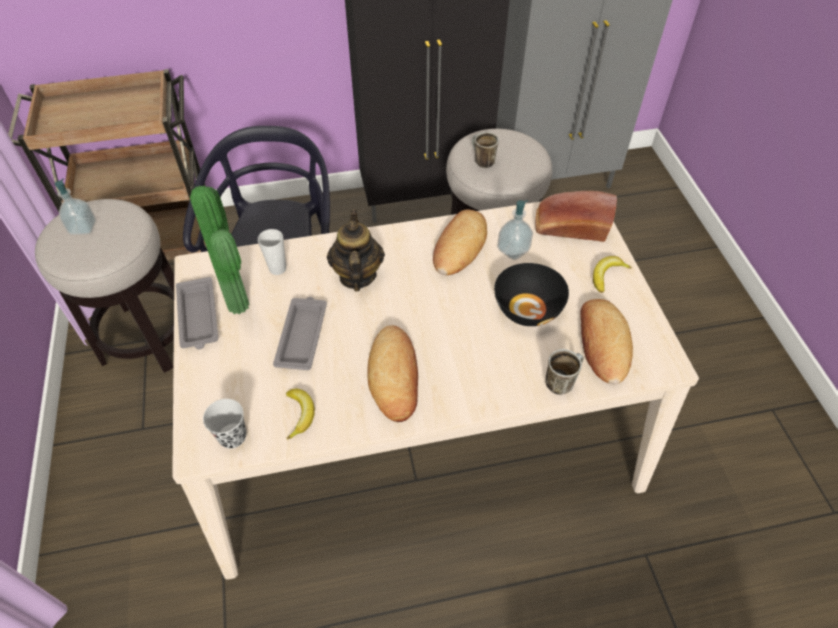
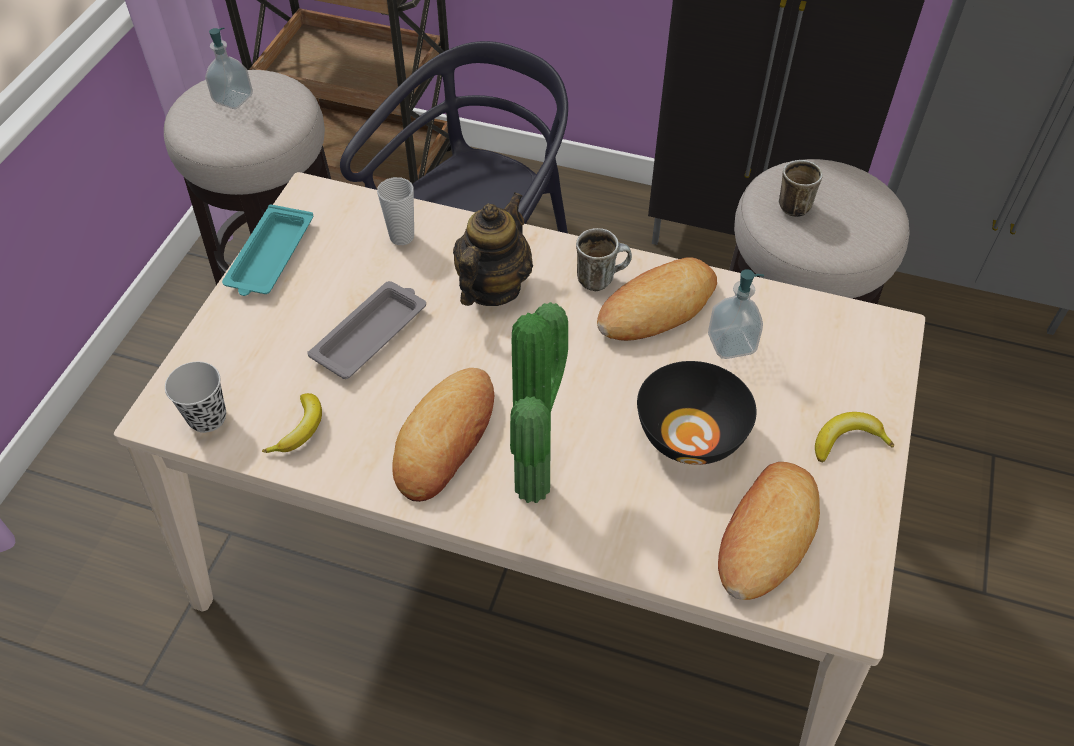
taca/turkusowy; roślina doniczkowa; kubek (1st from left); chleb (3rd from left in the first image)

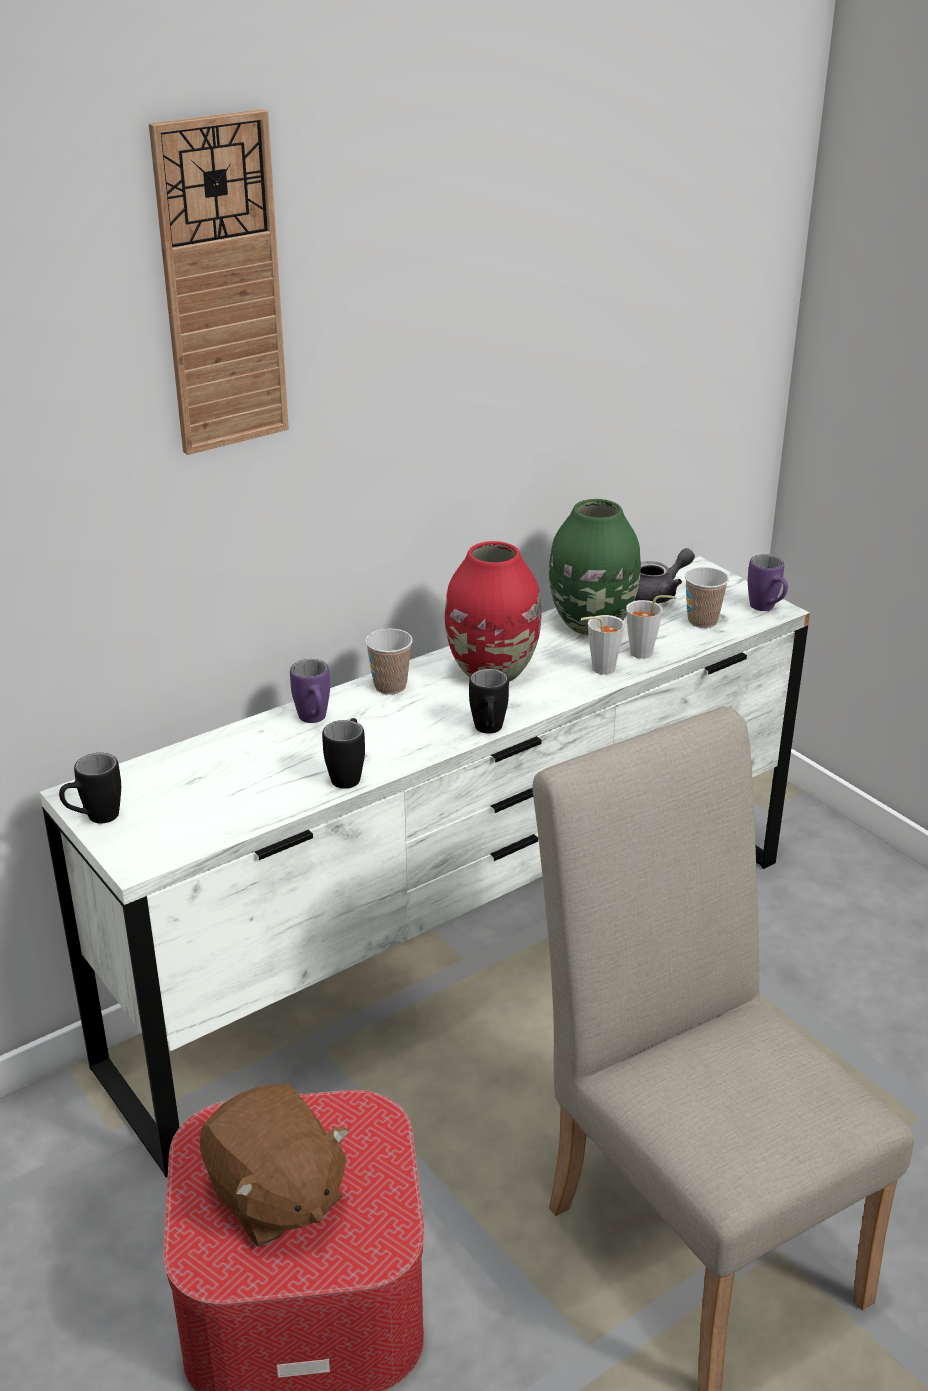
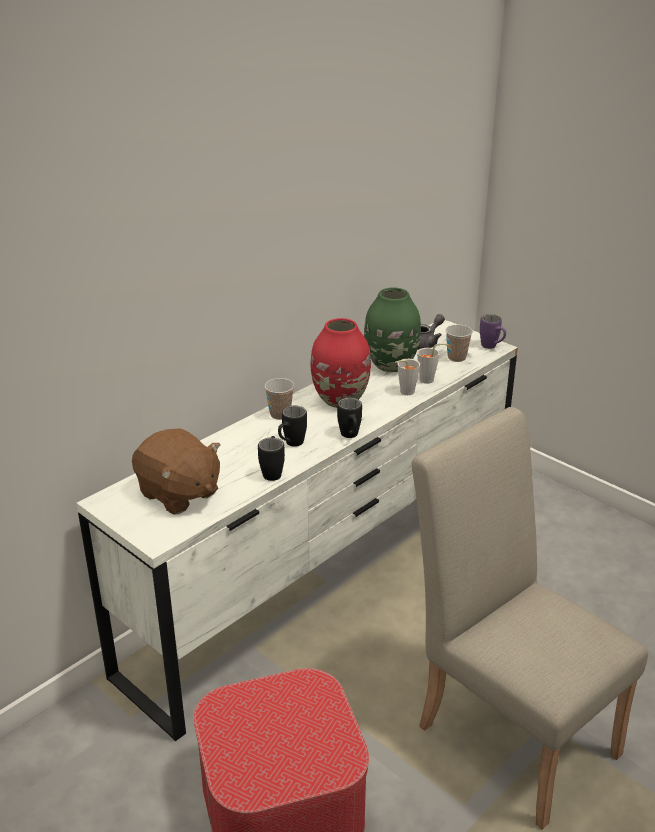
pluszak/brązowy; kubek/czarny (2nd from left); zegar ścienny; kubek/fioletowy (1st from left in the first image)

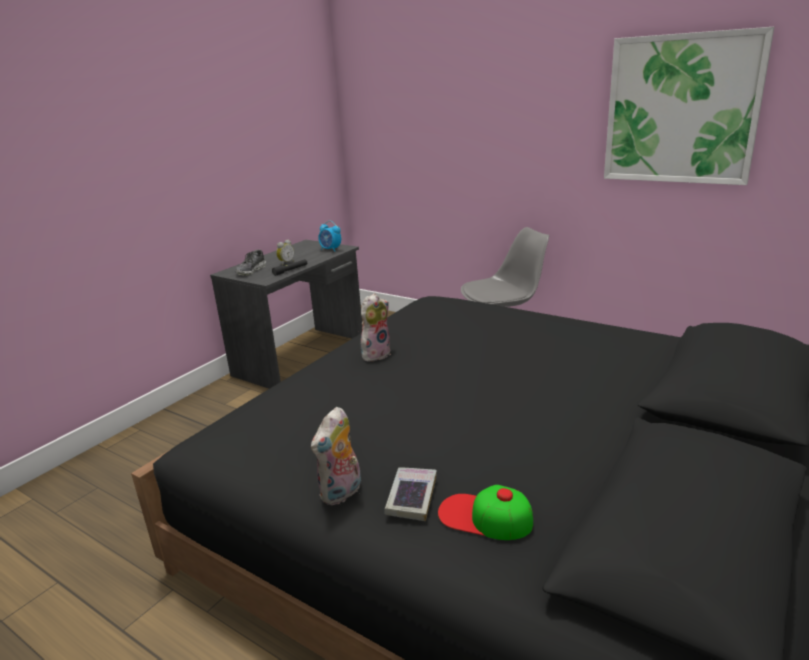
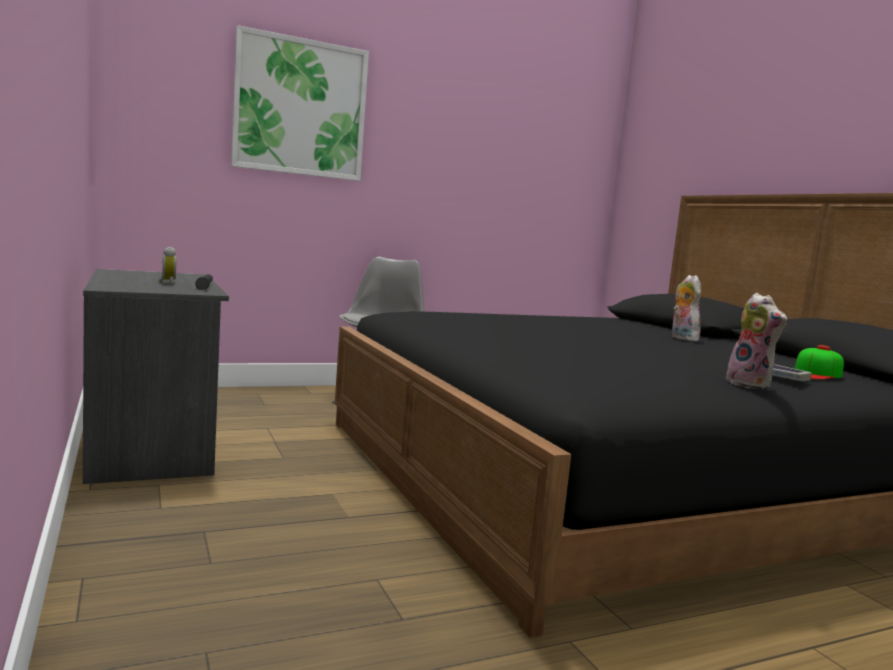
obraz; pluszak (1st from left); but; budzik (2nd from left in the first image)

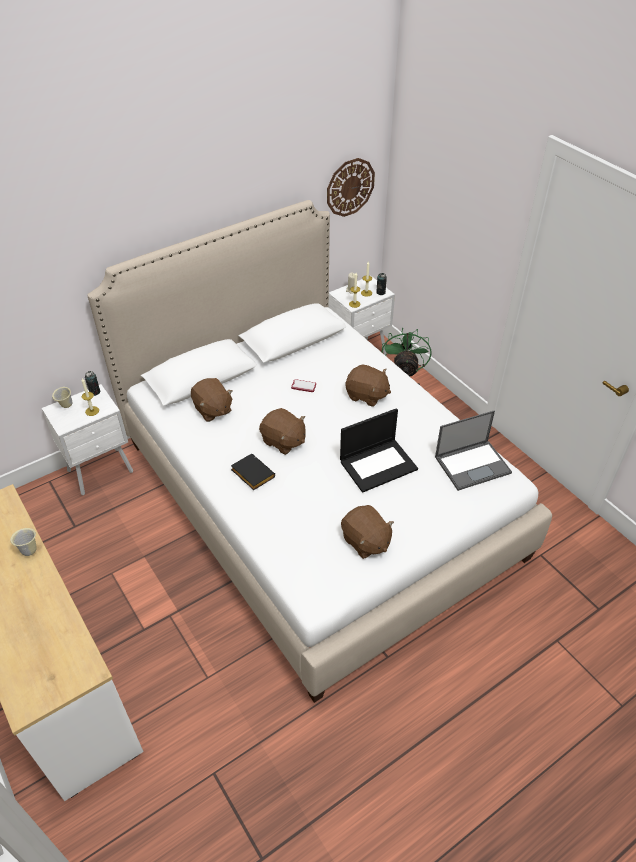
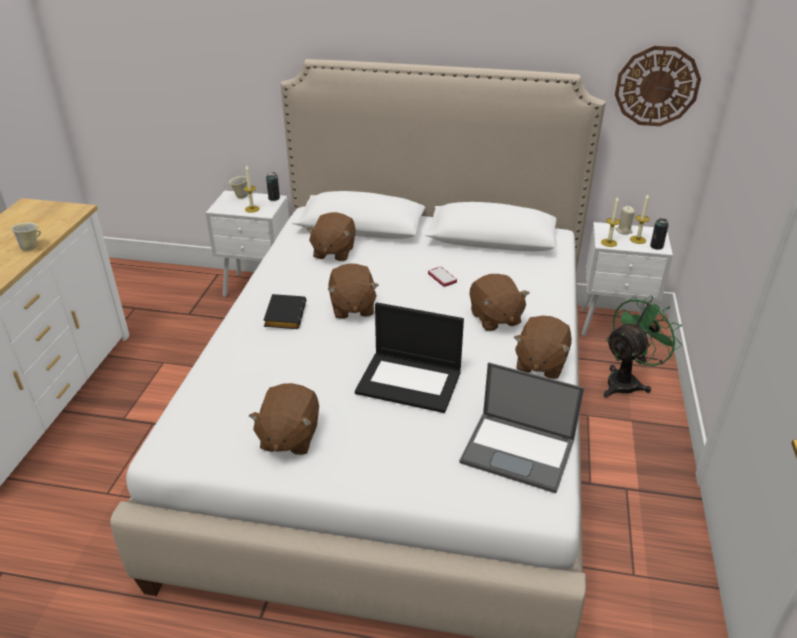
pluszak/brązowy (5th from left)

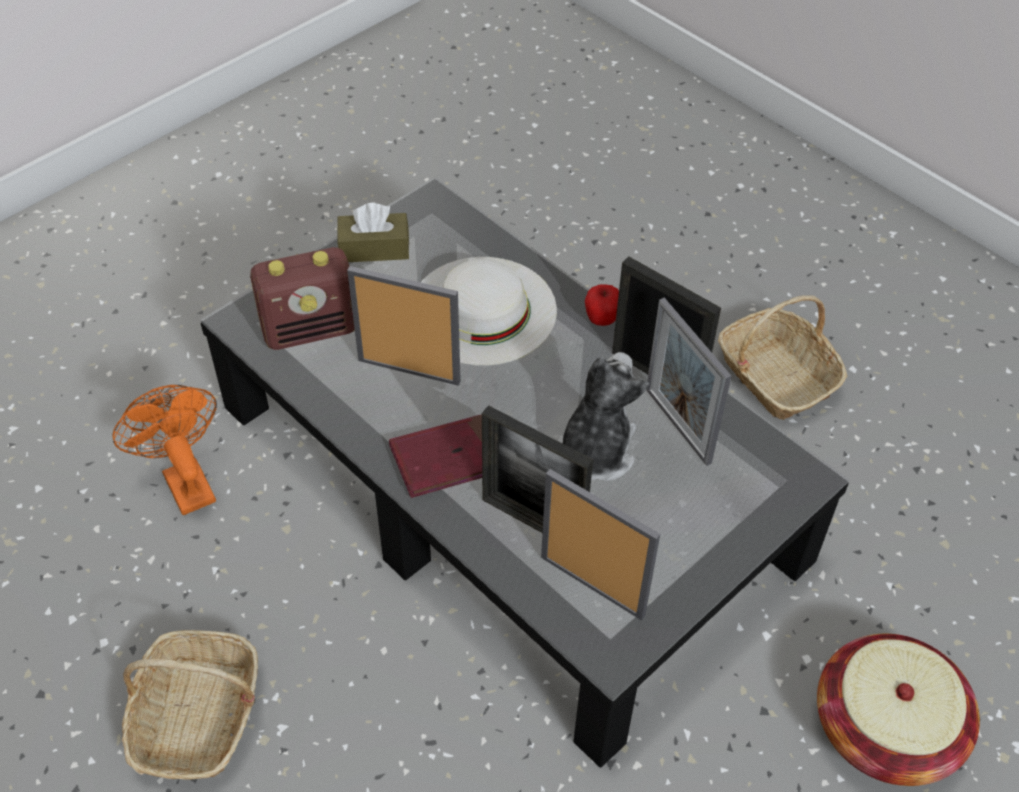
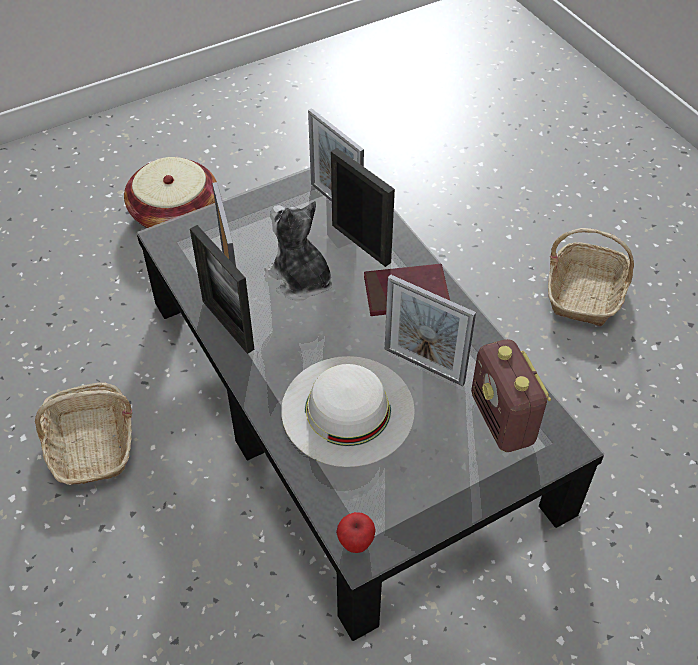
pluszak; jabłko; radio; wentylator/pomarańczowy; pudełko chusteczek/brązowy

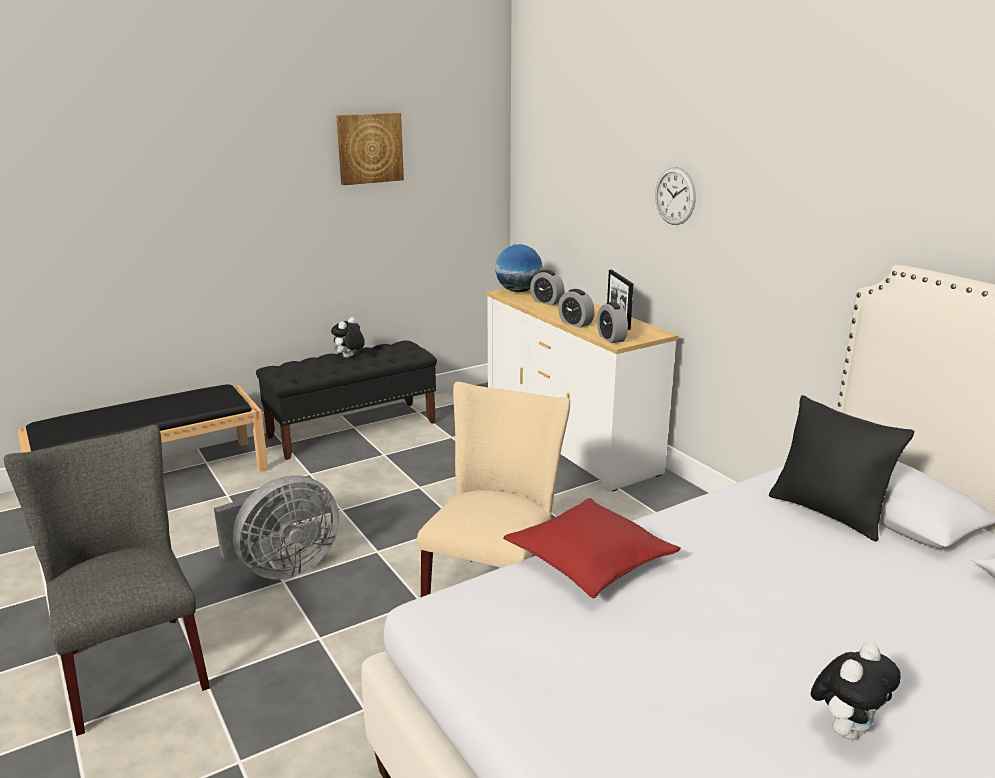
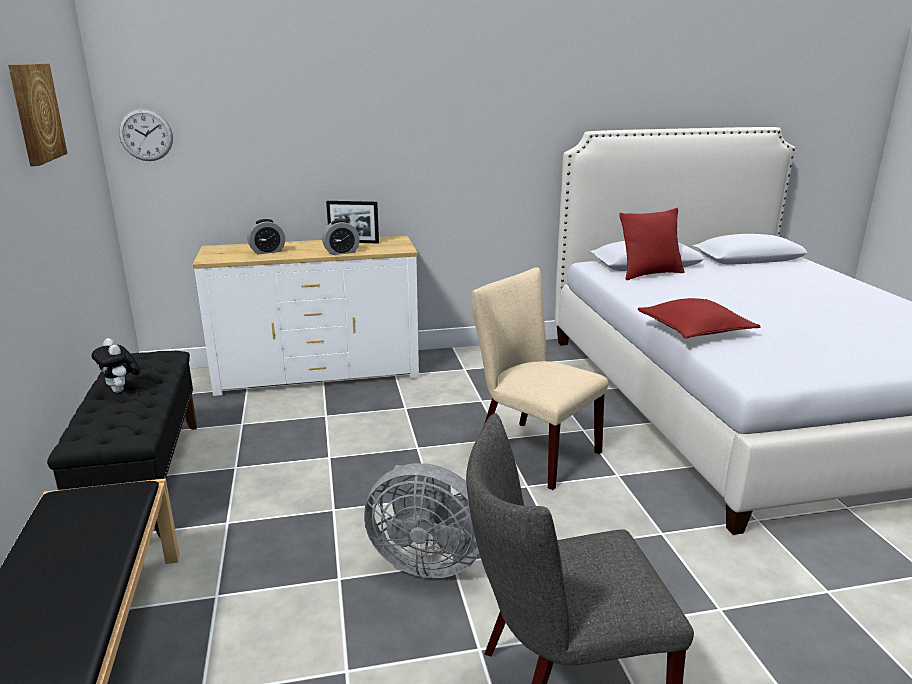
zegar ścienny; wentylator/szary; poduszka/czerwony (1st from left); globus; budzik (3rd from left in the first image); pluszak (2nd from left in the first image)

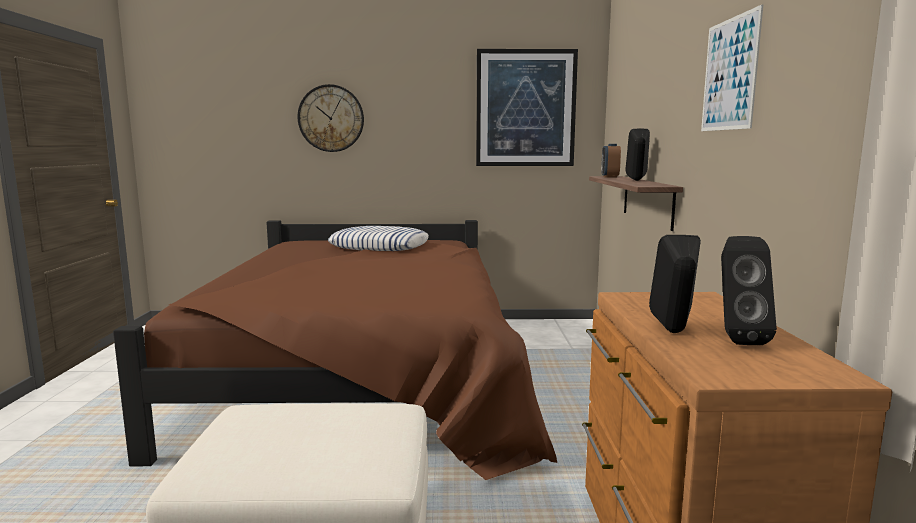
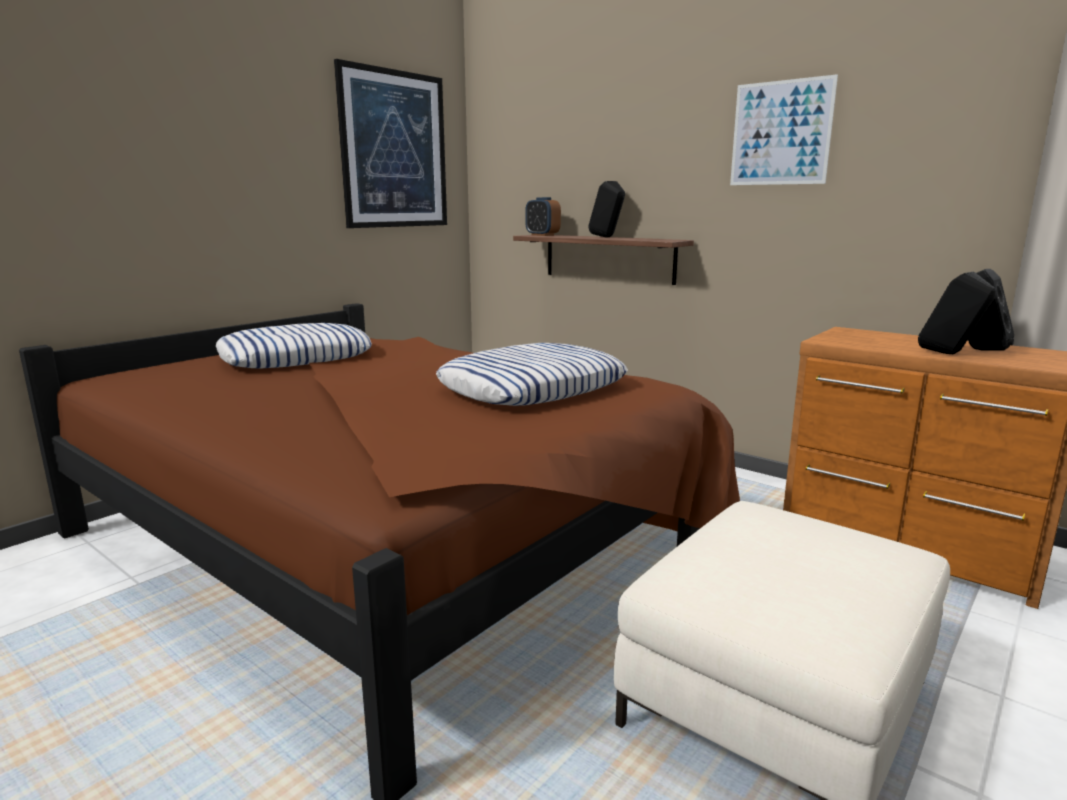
poduszka (2nd from left); zegar ścienny

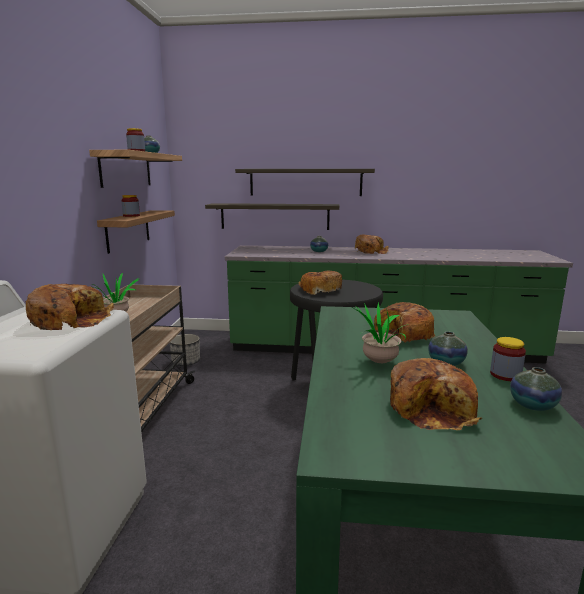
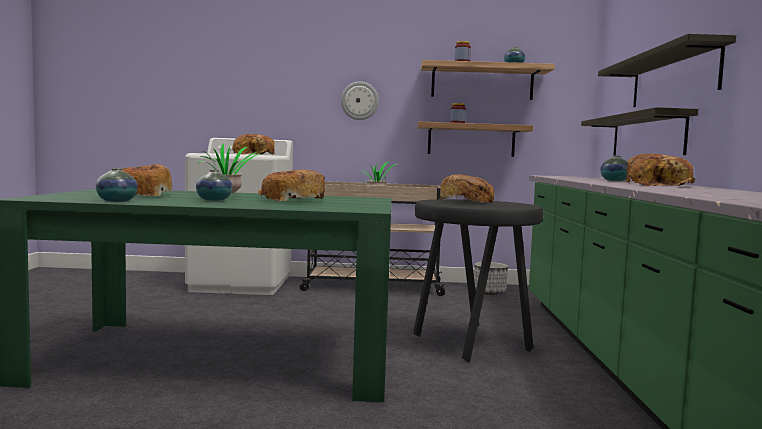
zegar ścienny; słoik (3rd from left in the first image)

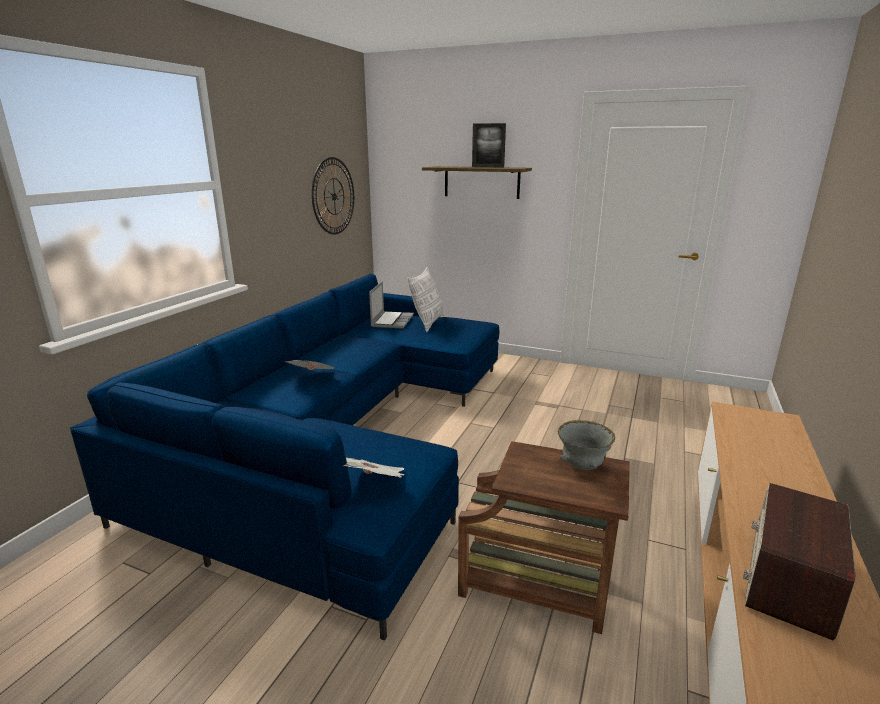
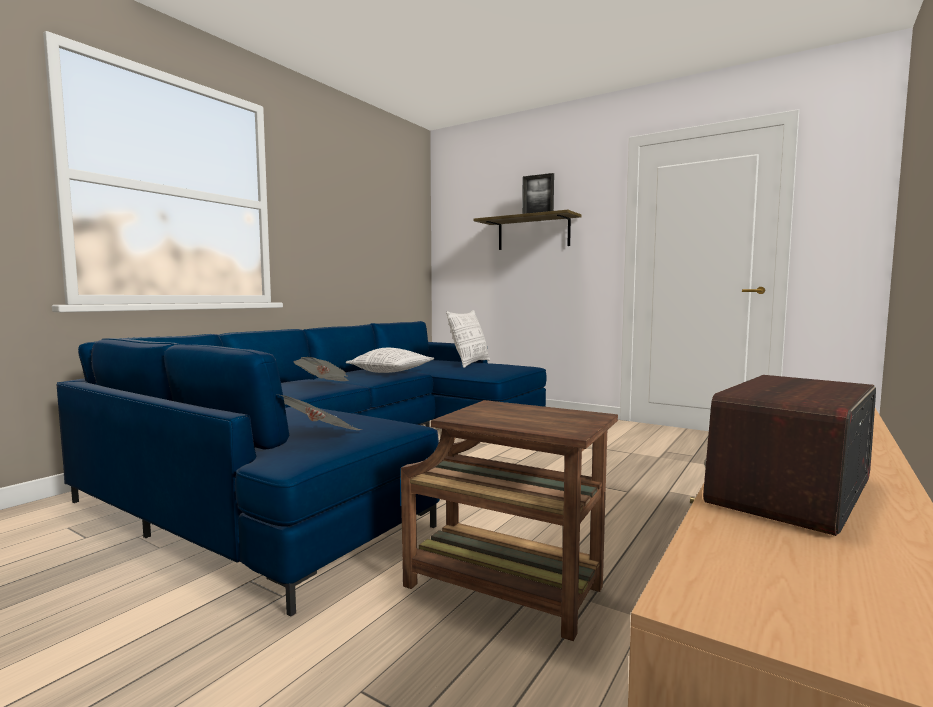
poduszka (1st from left); zegar ścienny; laptop; miska/szary

